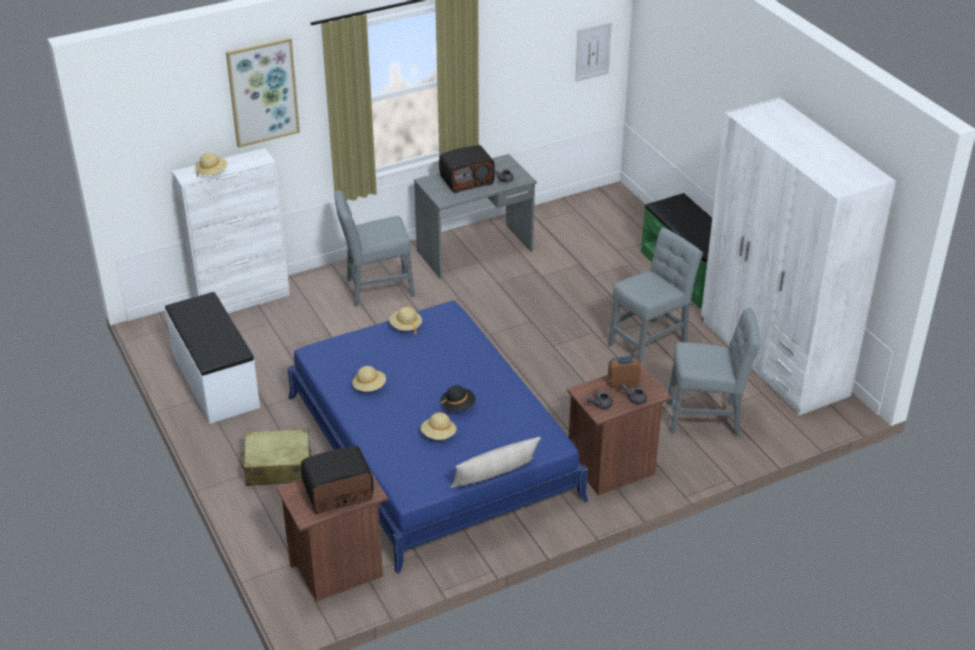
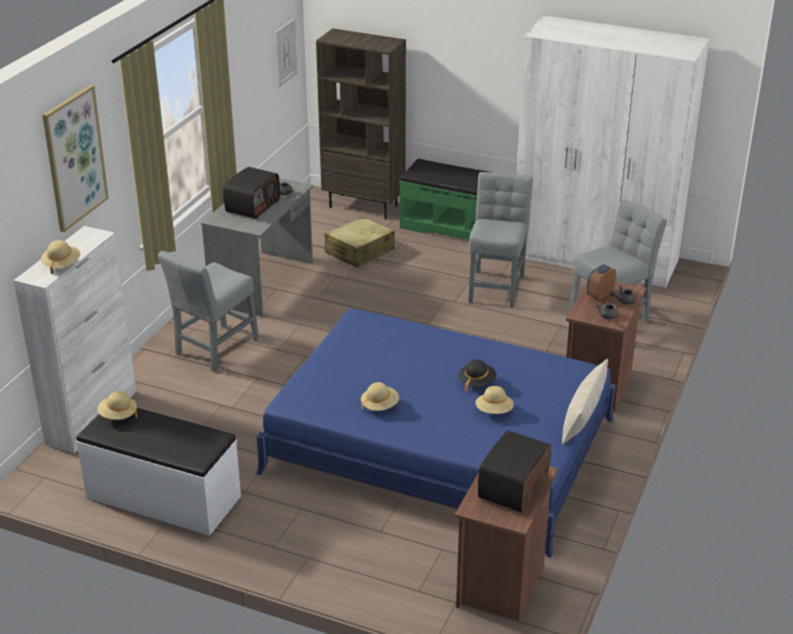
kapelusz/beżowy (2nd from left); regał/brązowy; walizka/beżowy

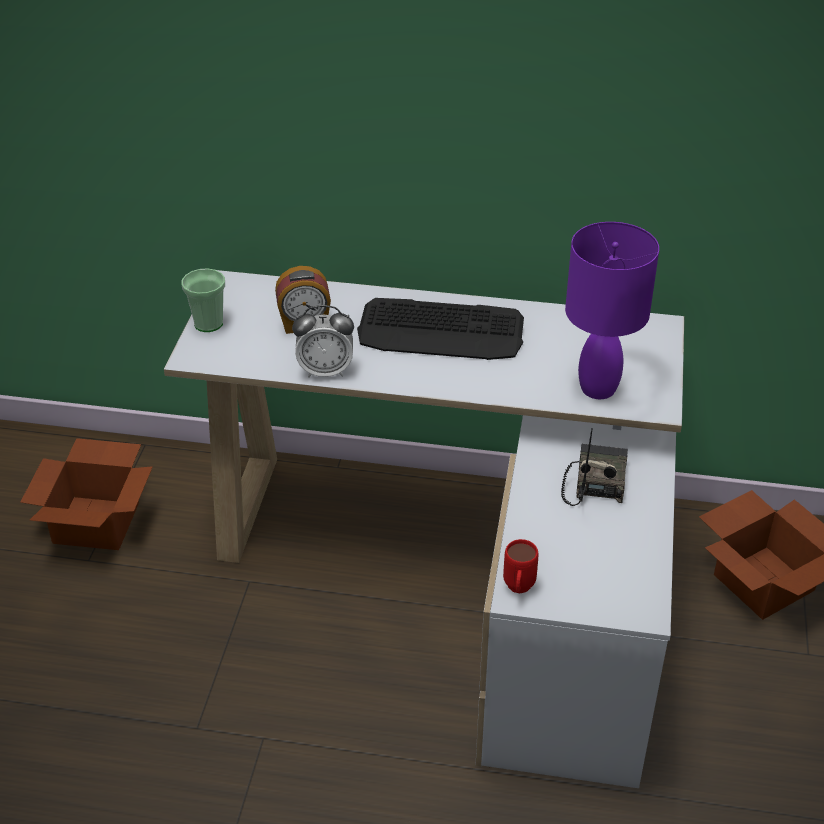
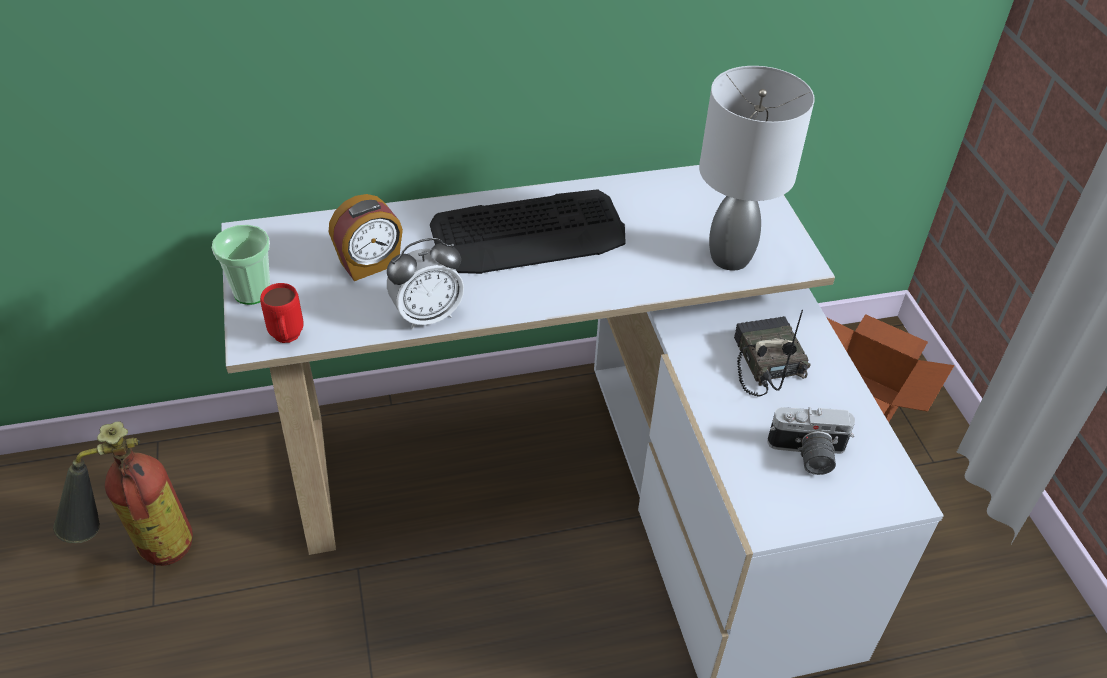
gaśnica; kubek/czerwony; lampa stołowa/szary; aparat fotograficzny

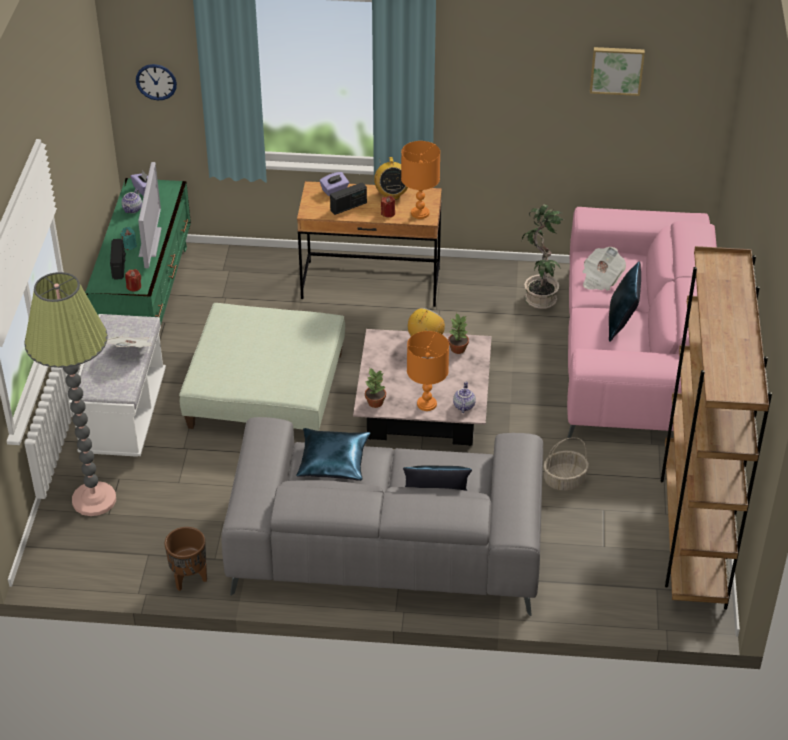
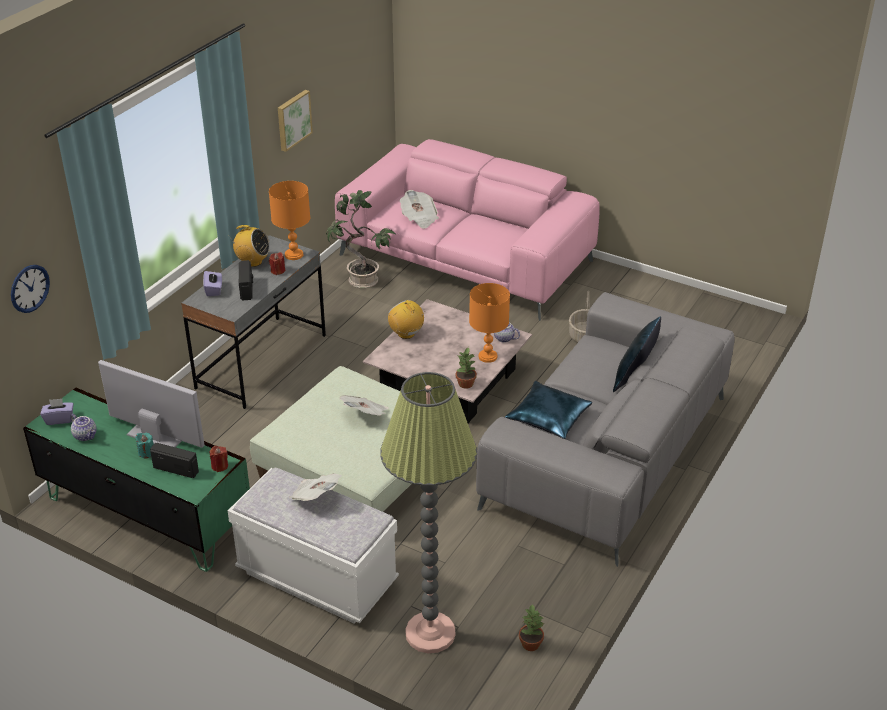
biurko/szary; obraz; gazeta (2nd from left); roślina doniczkowa (3rd from left); donica/brązowy; poduszka/niebieski (3rd from left in the first image); regał/brązowy

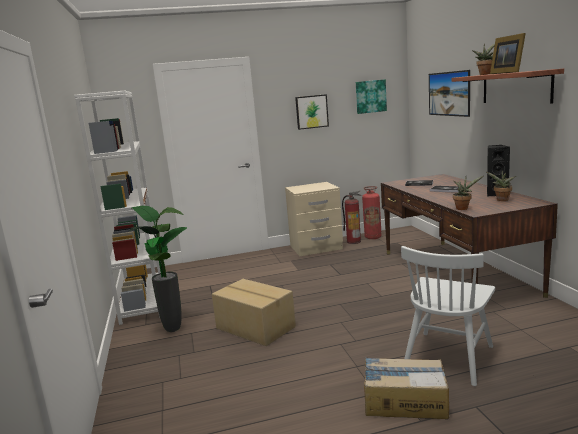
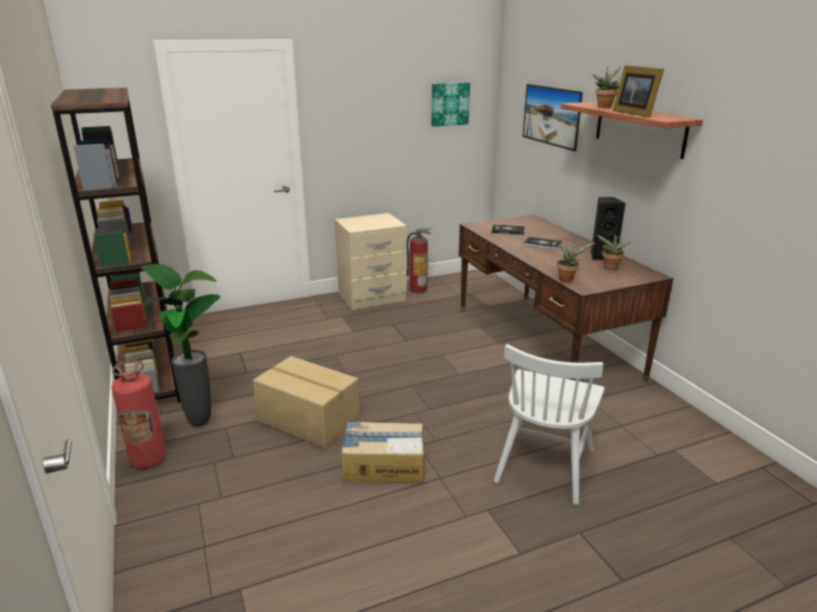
regał/brązowy; gaśnica (1st from left); karton (2nd from left); obraz (1st from left in the first image)

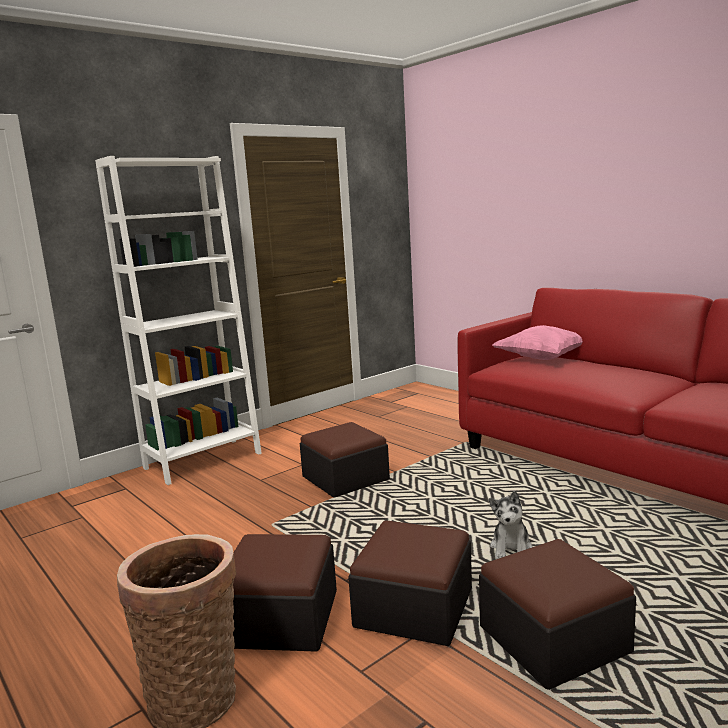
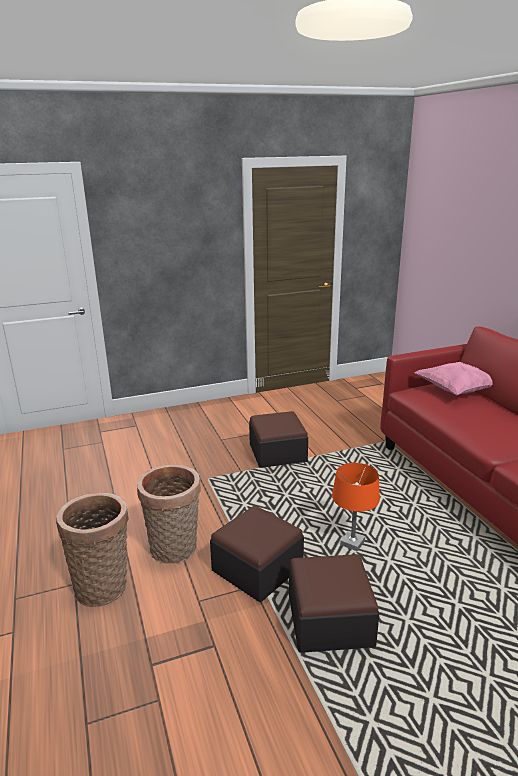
koszyk (2nd from left); lampa stołowa/pomarańczowy; regał/biały

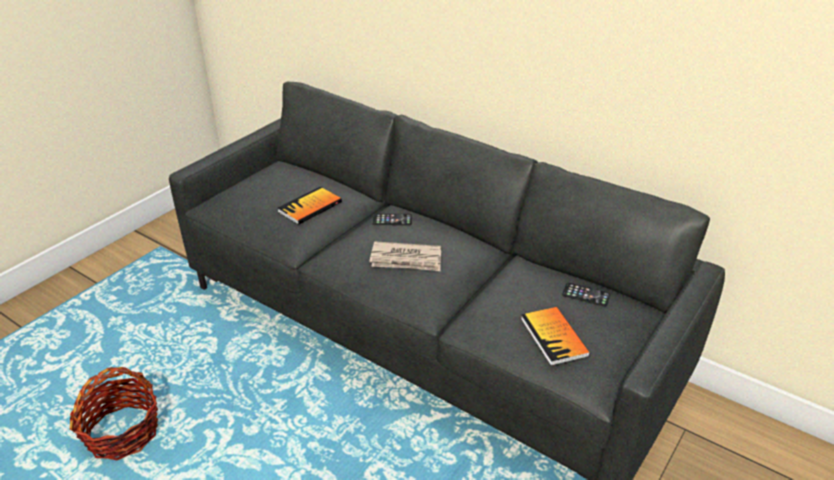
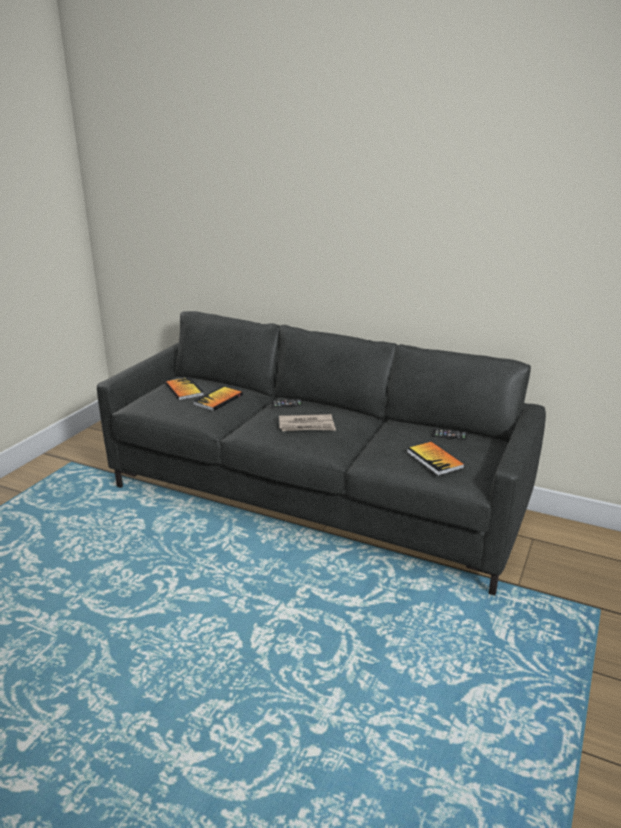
książka (1st from left); koszyk

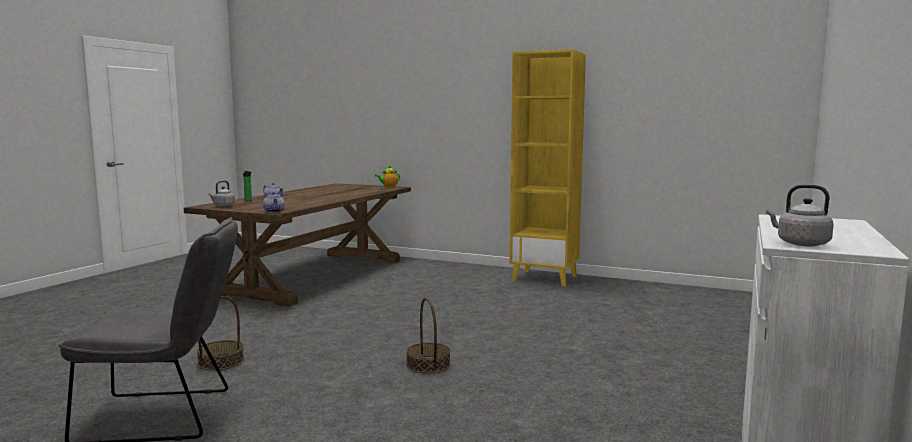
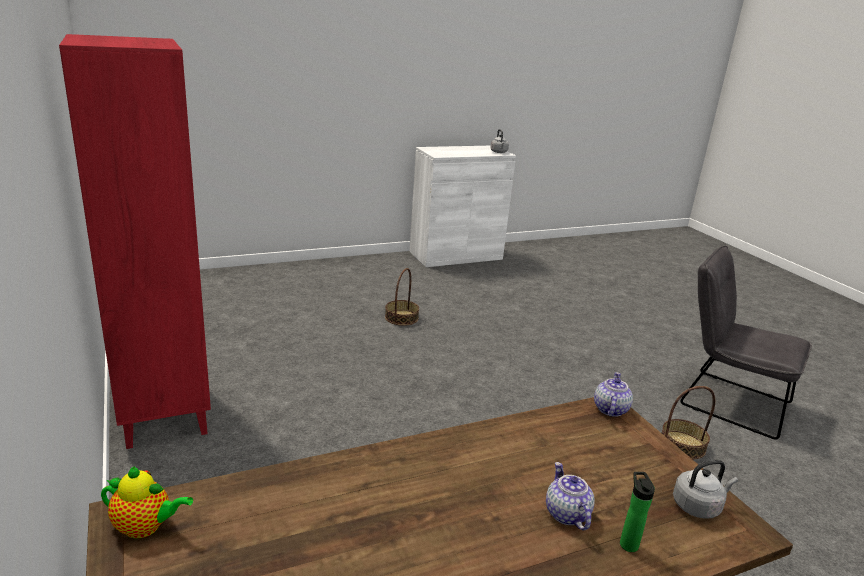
regał/czerwony; koszyk (1st from left)

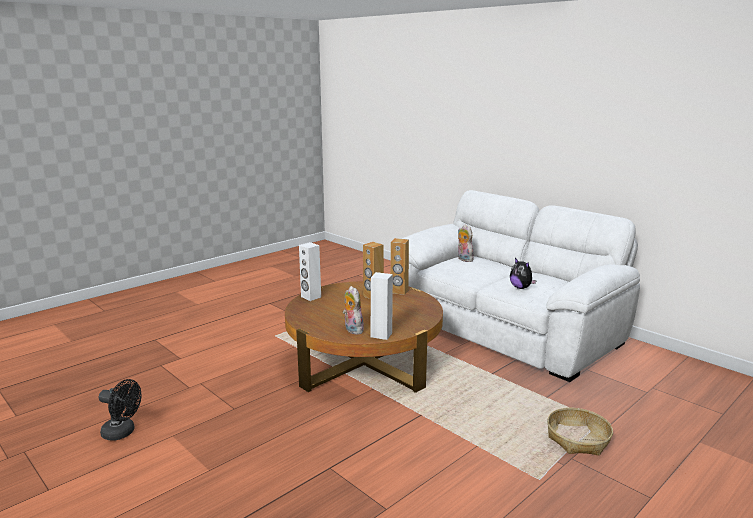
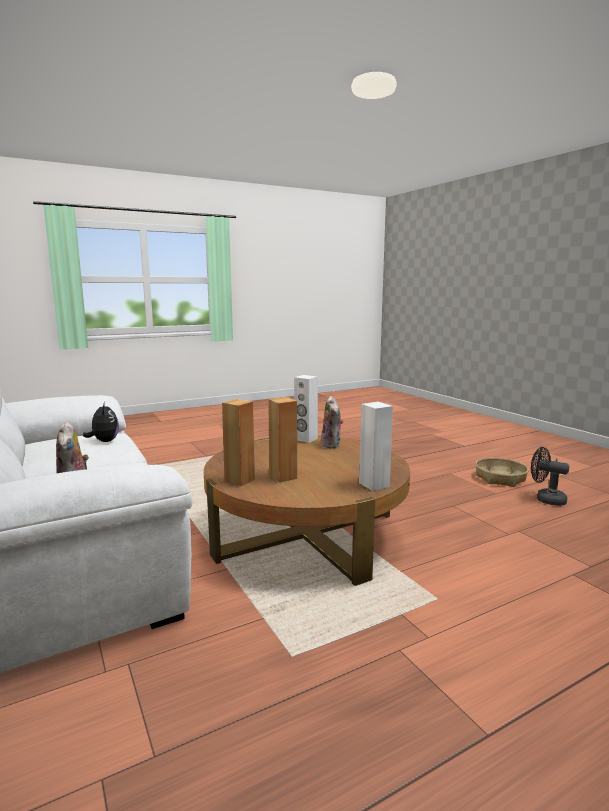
koszyk

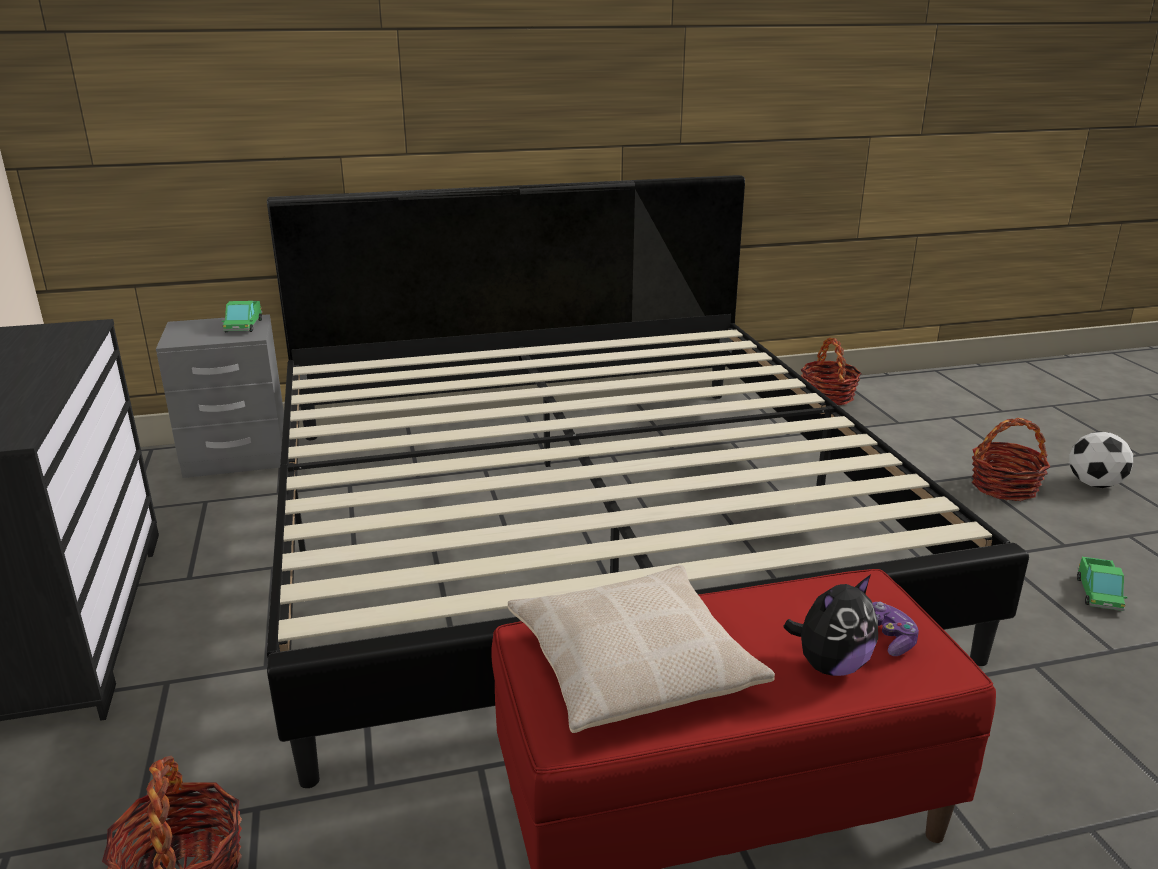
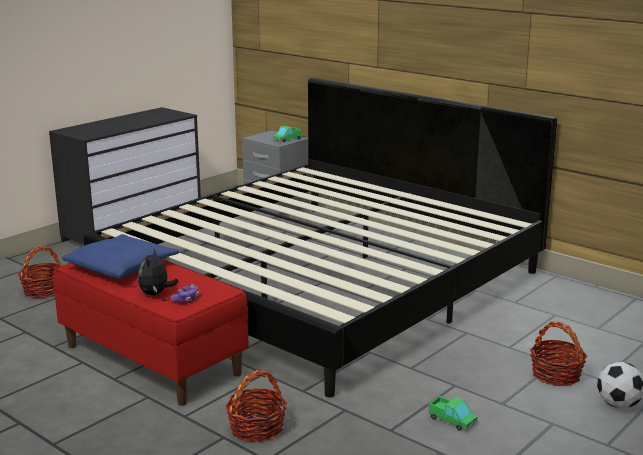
poduszka/niebieski; pluszak; koszyk (2nd from left); ciężarówka zabawkowa (2nd from left)

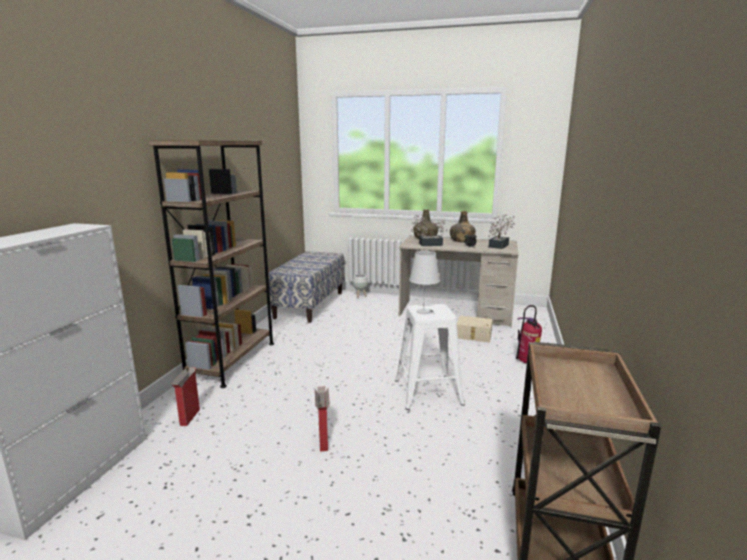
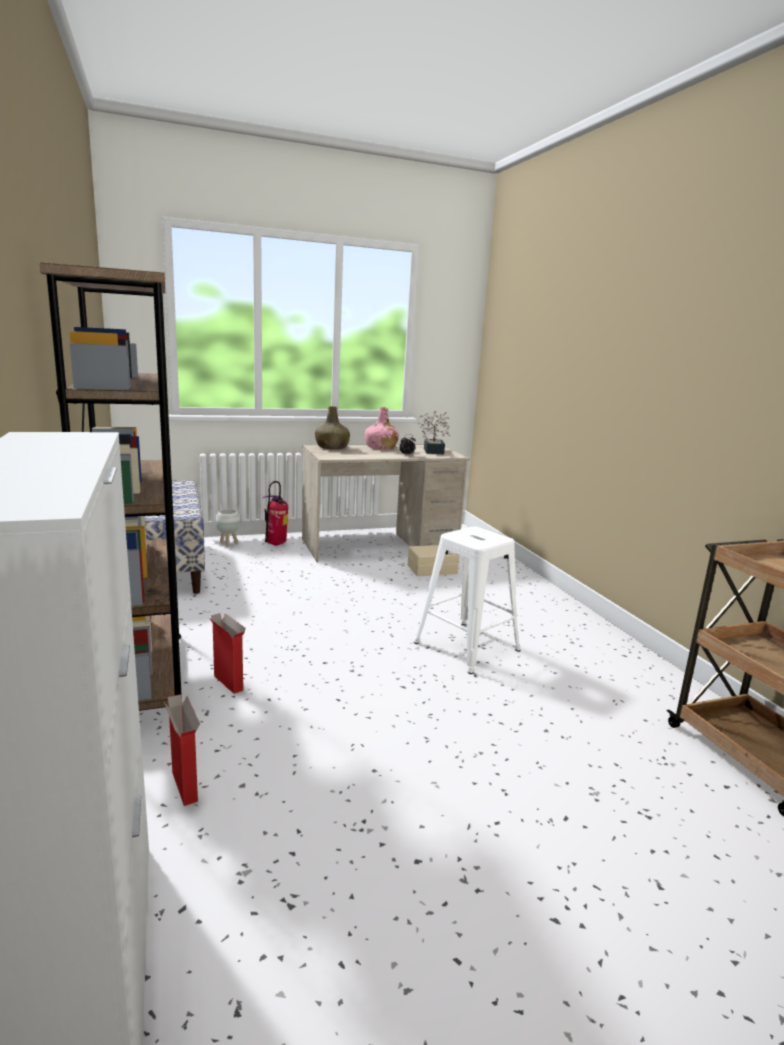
karton (2nd from left); gaśnica; butelka/różowy; lampa stołowa/biały; roślina doniczkowa (1st from left in the first image)

